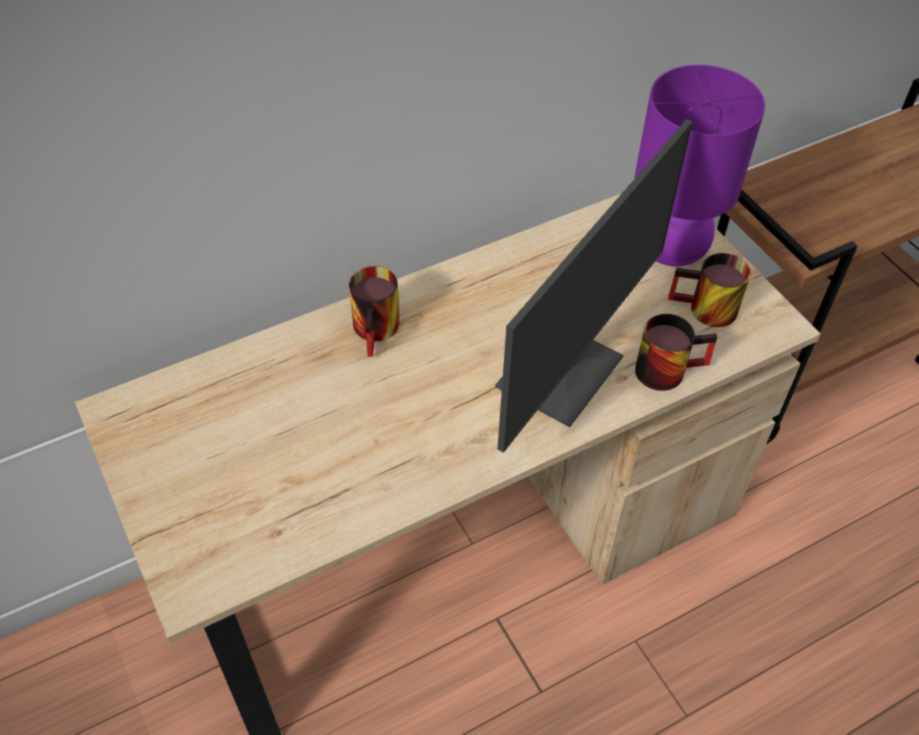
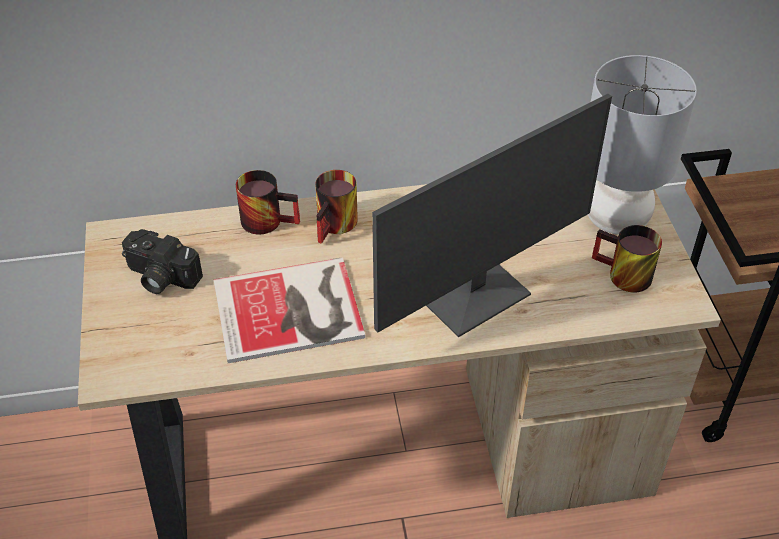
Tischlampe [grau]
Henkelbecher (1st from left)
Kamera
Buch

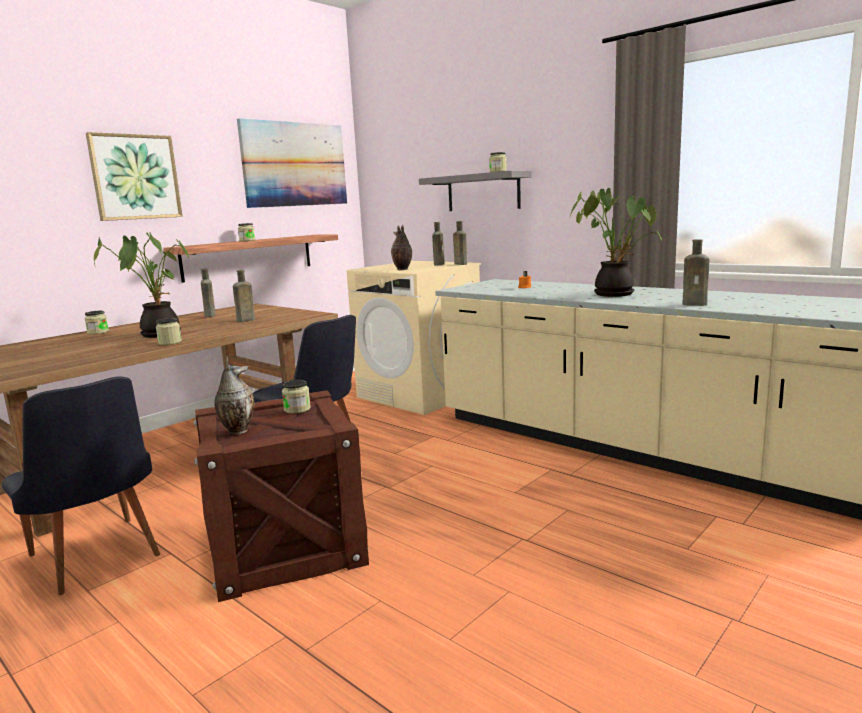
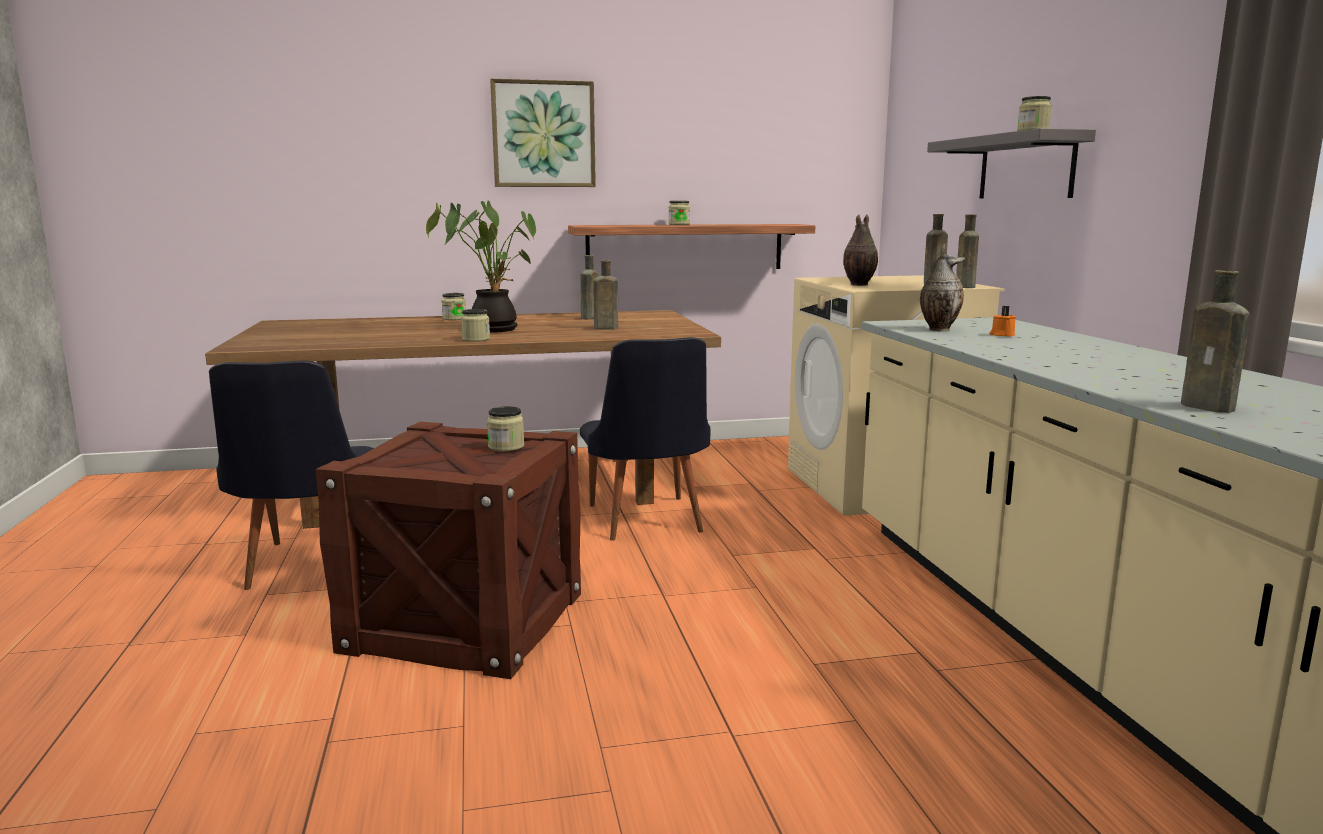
Bild (2nd from left in the first image)
Topfpflanze (2nd from left in the first image)
Vase (2nd from left)

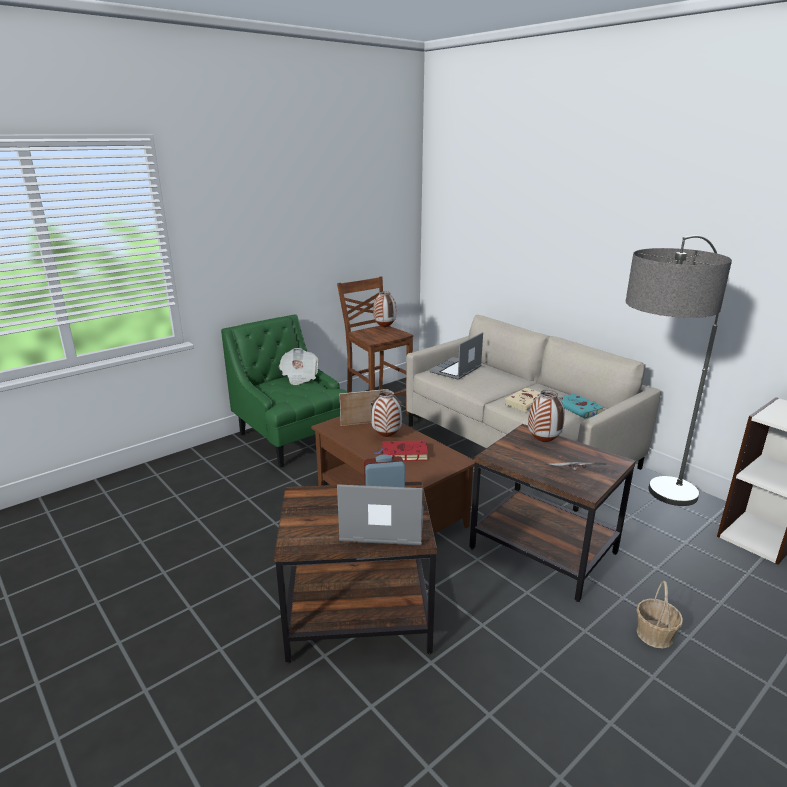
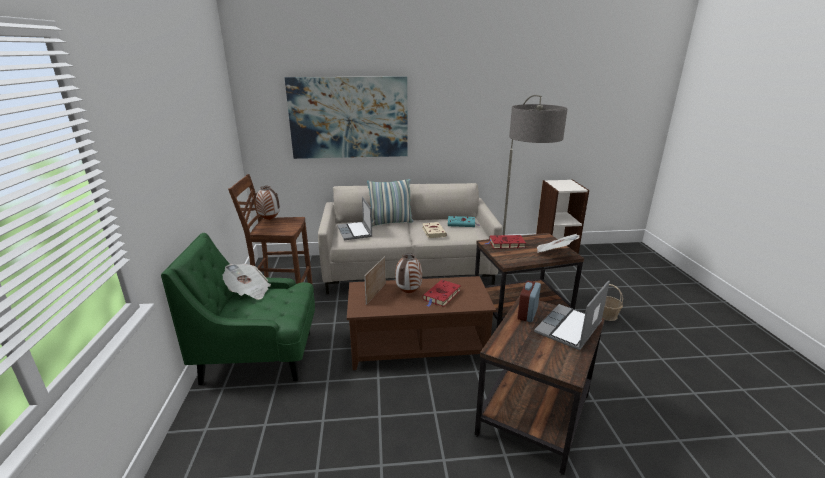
Buch [rot] (2nd from left)
Bild
Kissen

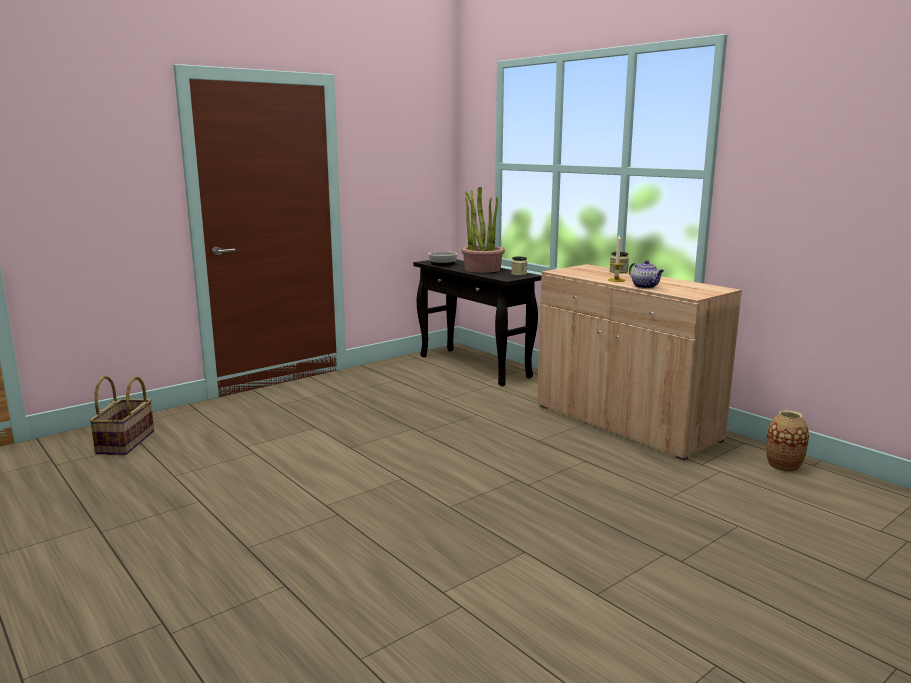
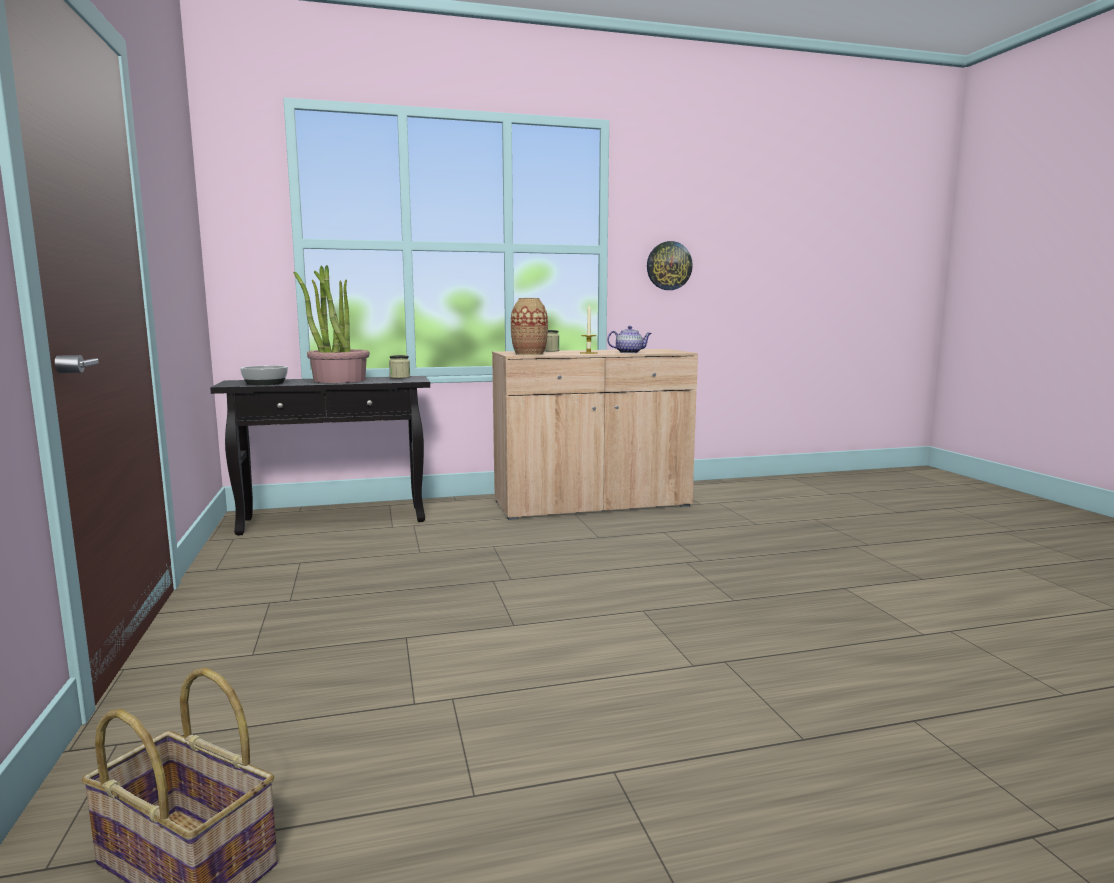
Vase
Wanduhr

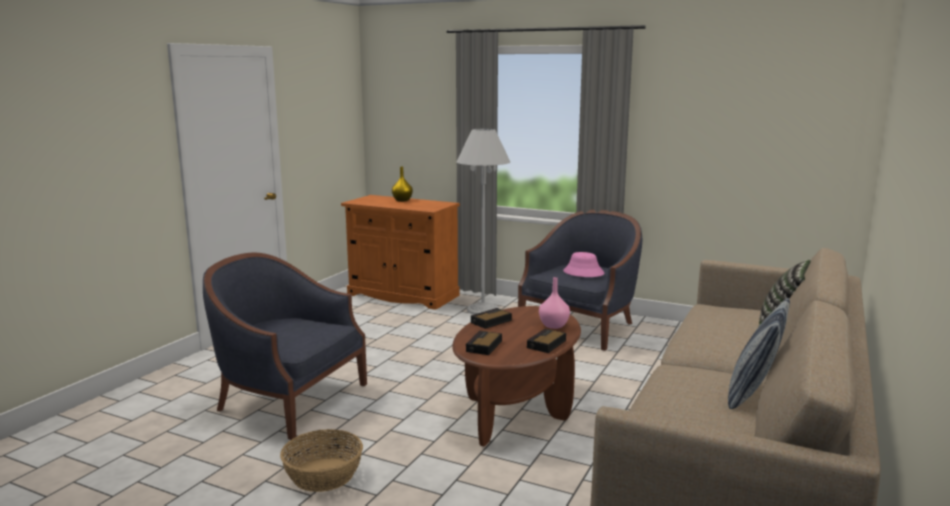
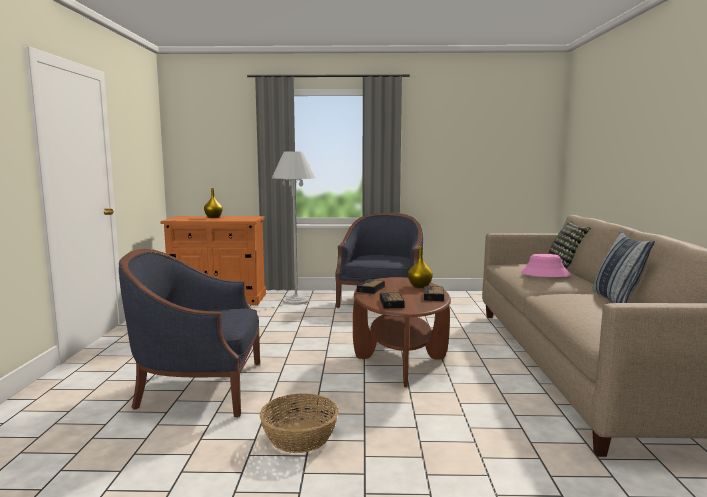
Hut [rosa]
Vase [gelb] (2nd from left)

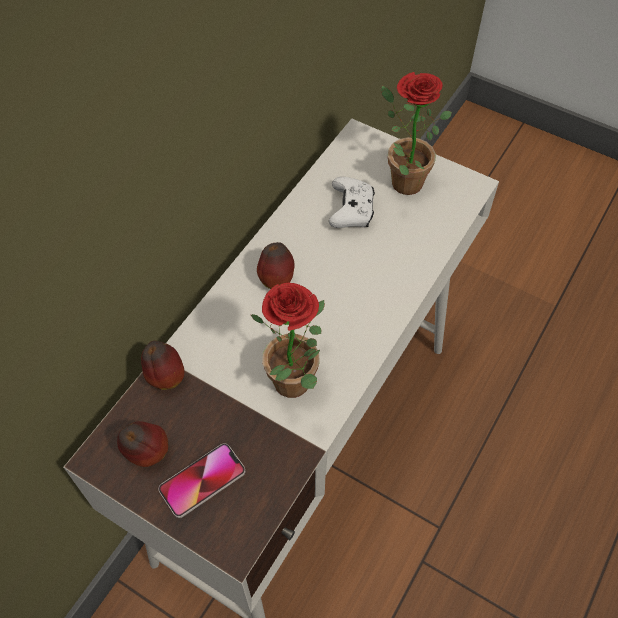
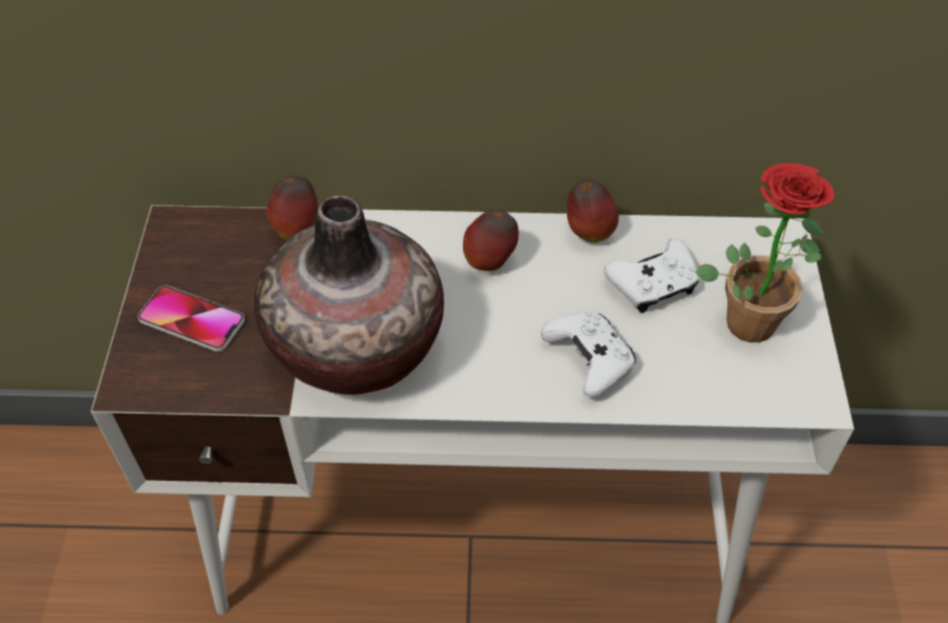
Vase
Apfel (3rd from left)
Gamepad [weiß] (1st from left)

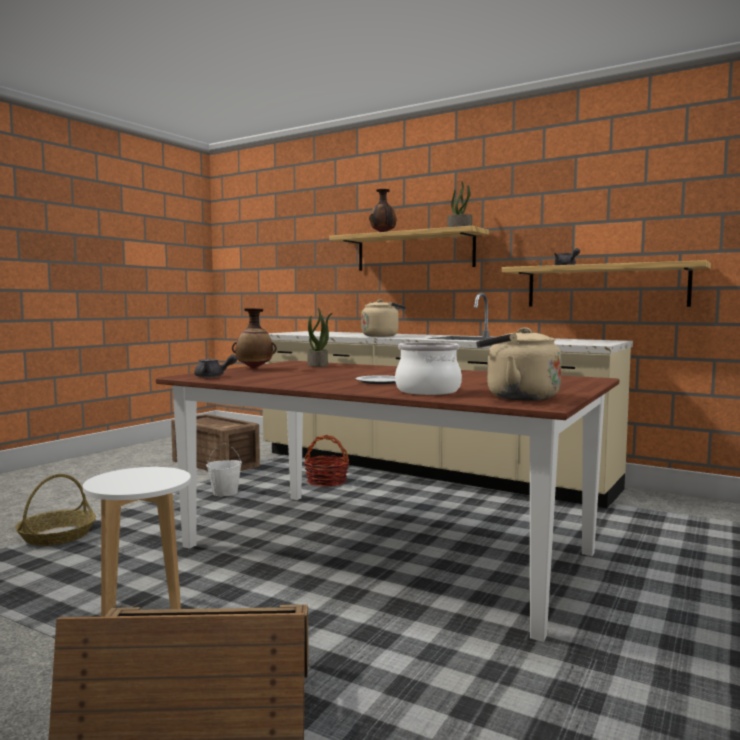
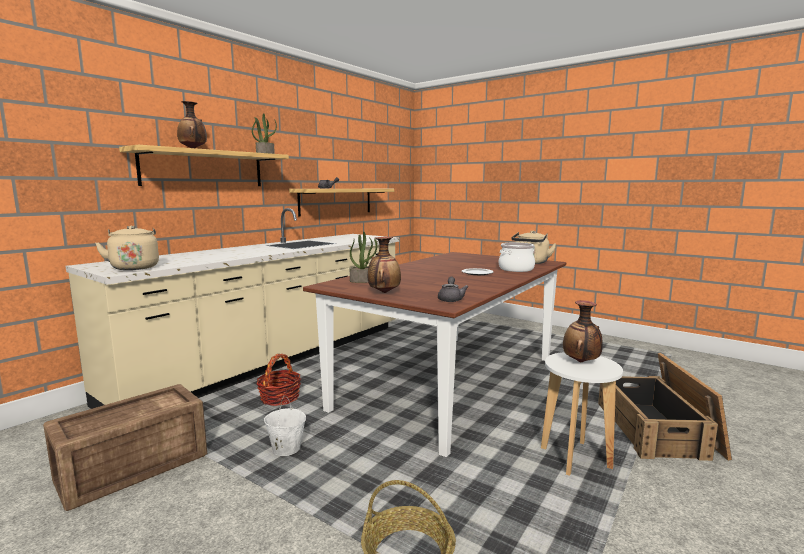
Wasserkessel [beige] (1st from left)
Vase (3rd from left)

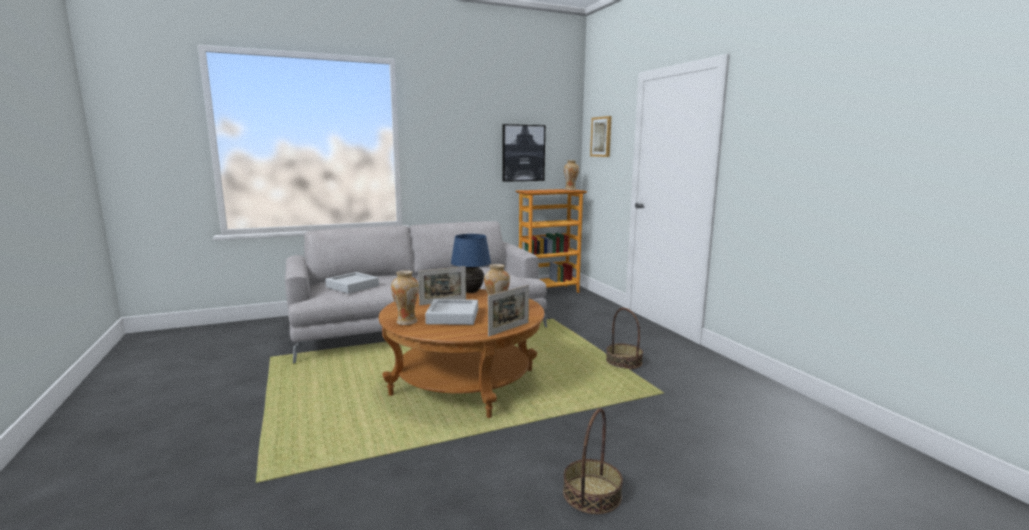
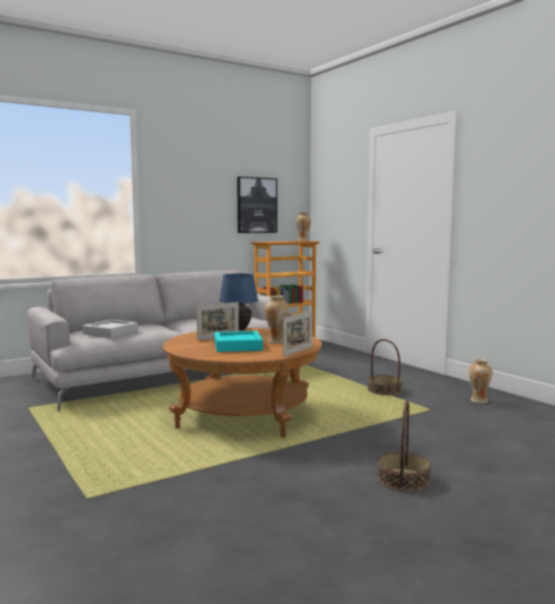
Bild (2nd from left in the first image)
Vase (3rd from left)
Tablett [türkis]

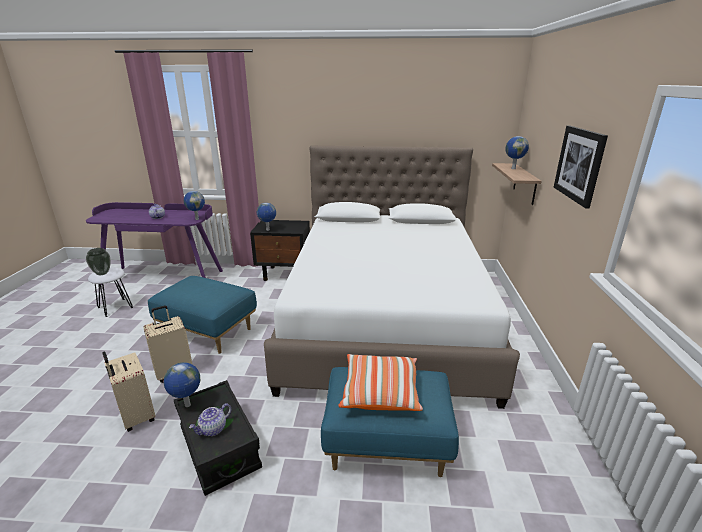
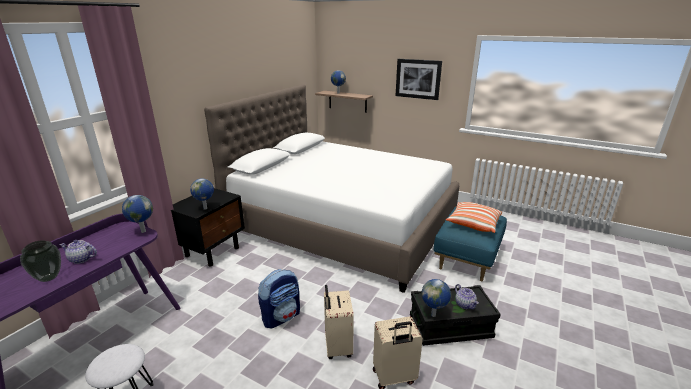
Vase
Rucksack

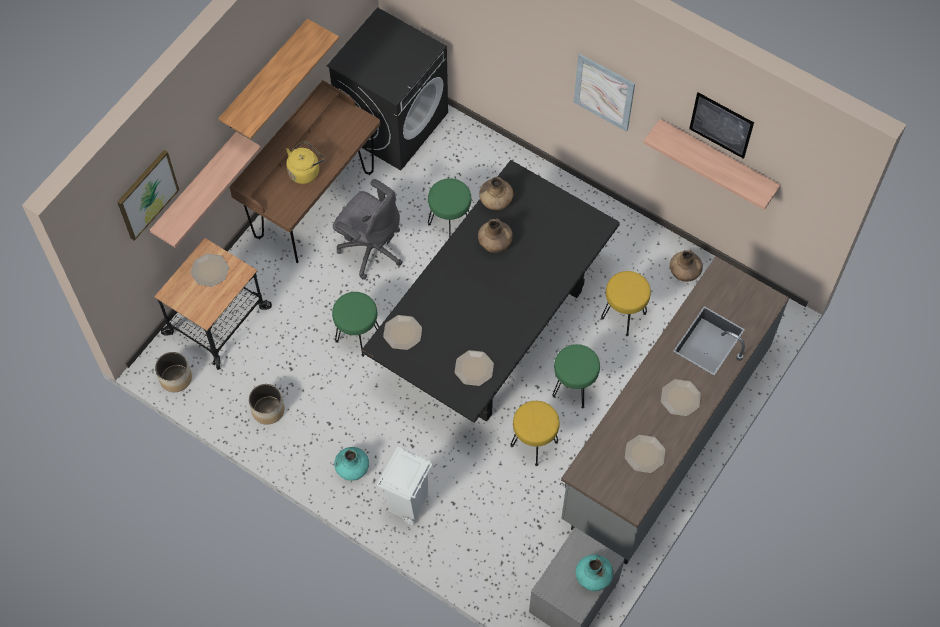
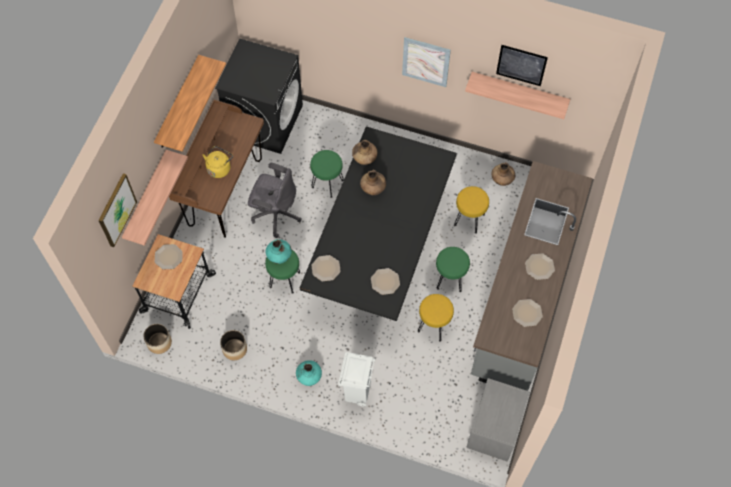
Vase [türkis] (1st from left)

